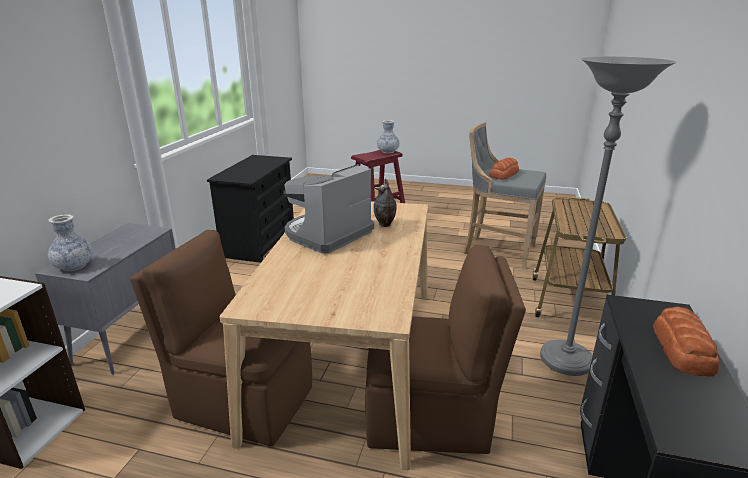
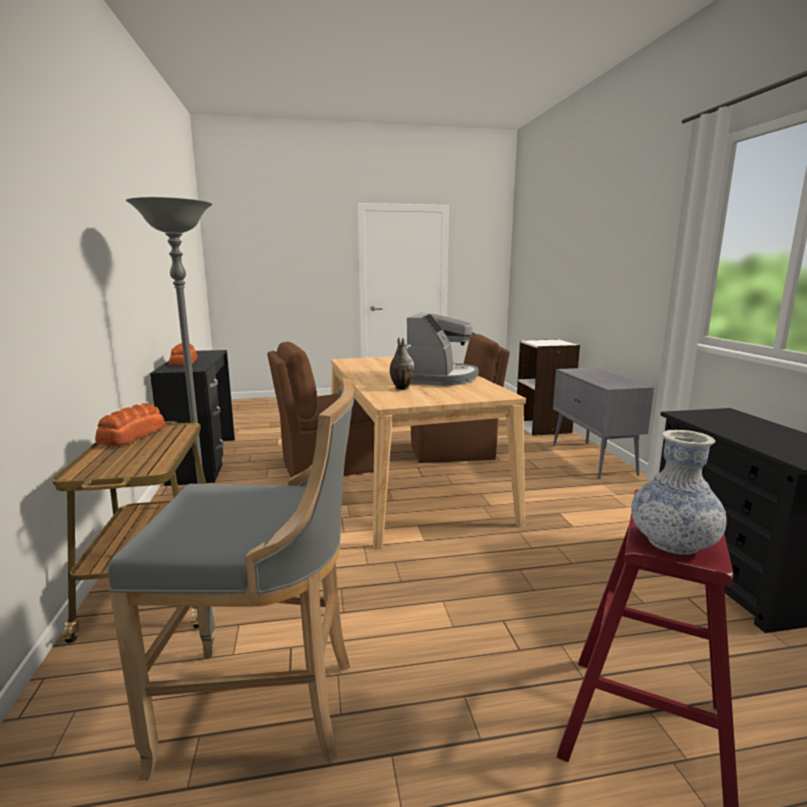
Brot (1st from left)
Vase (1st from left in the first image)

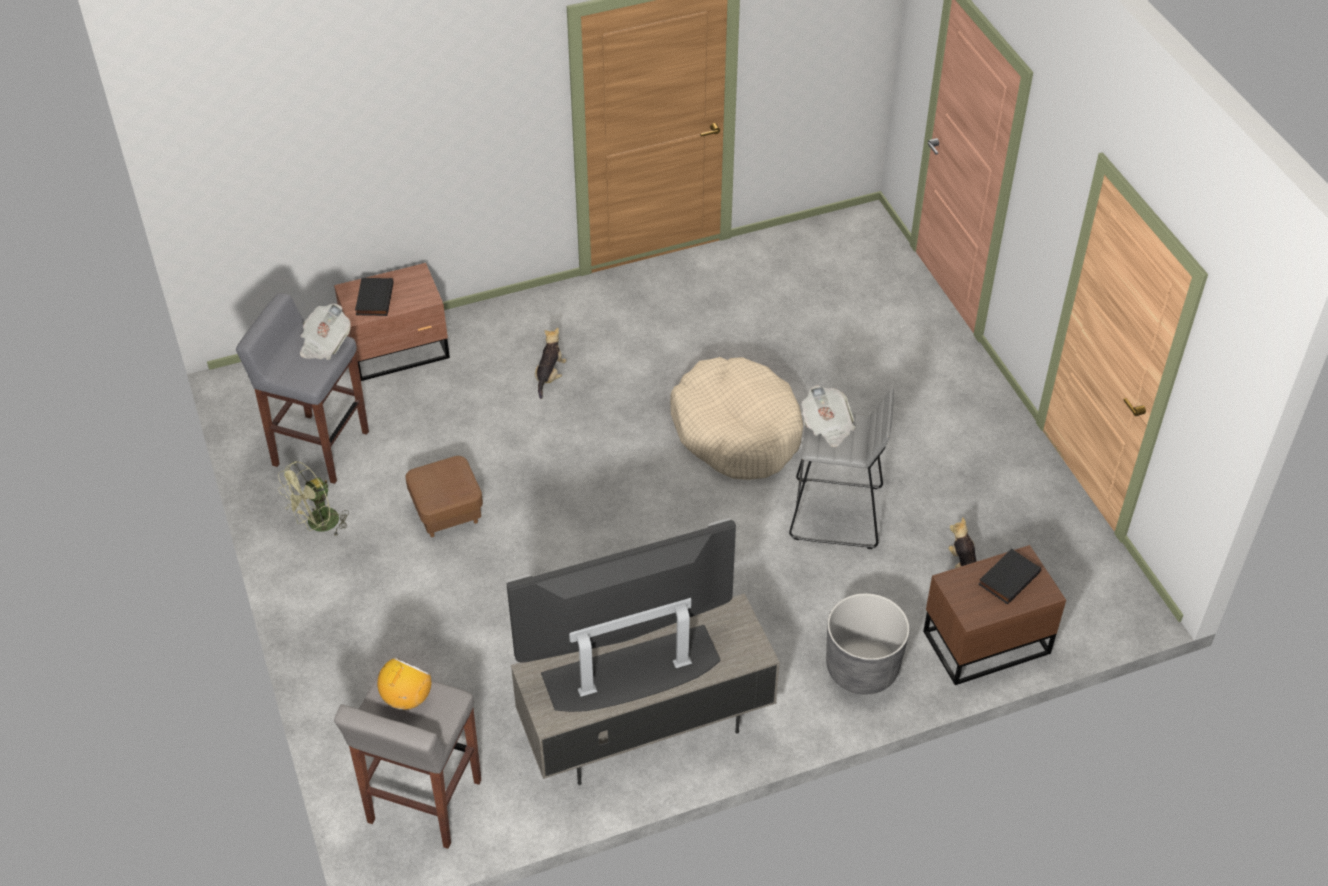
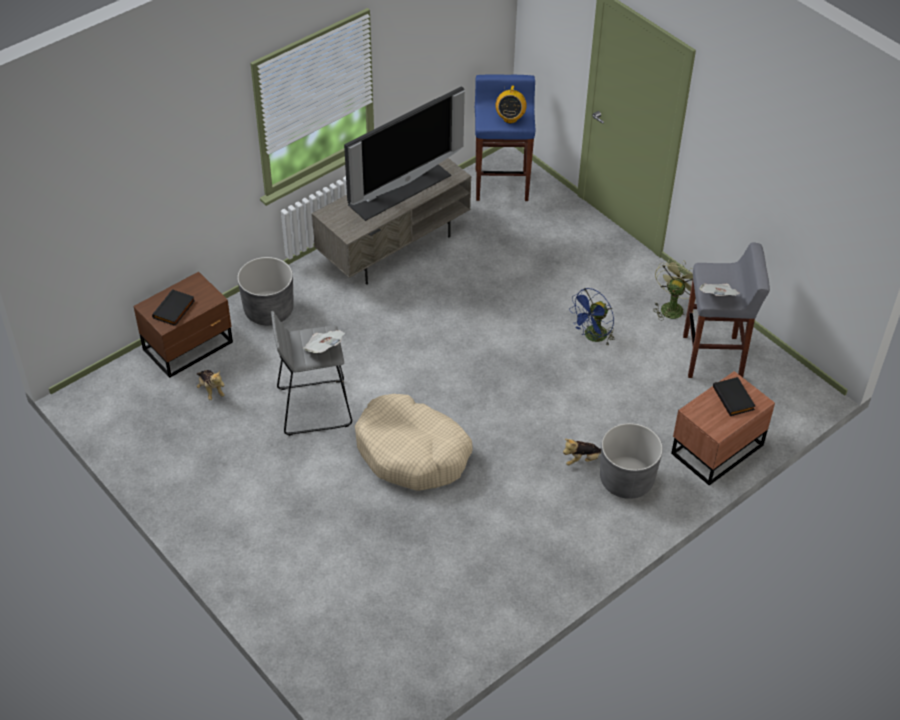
Plüschtier (2nd from left)
Ventilator [blau]
Hocker [blau]
Pflanzkübel [grau] (2nd from left)

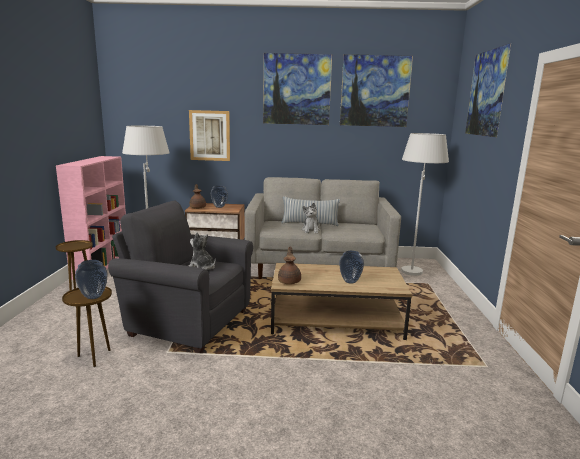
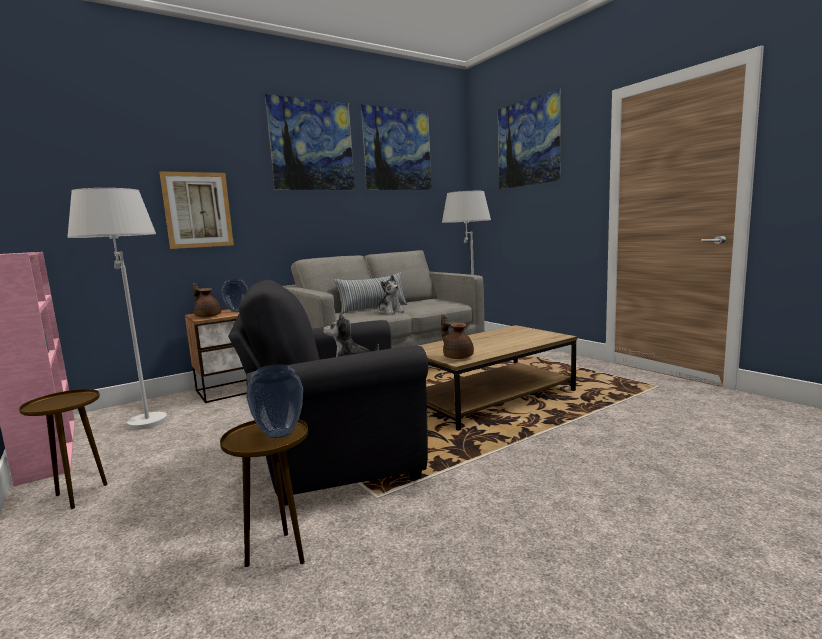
Vase (3rd from left in the first image)

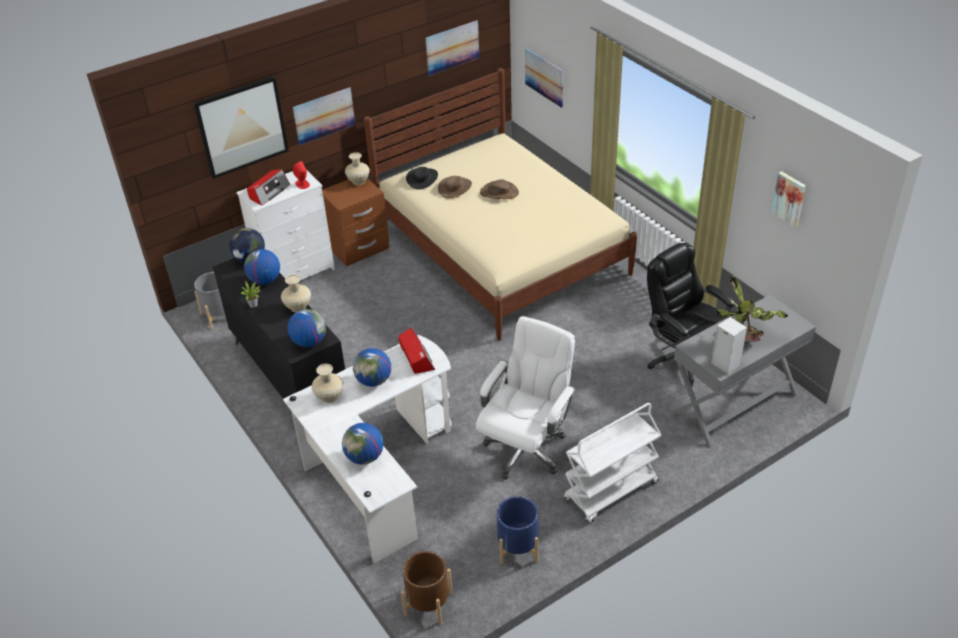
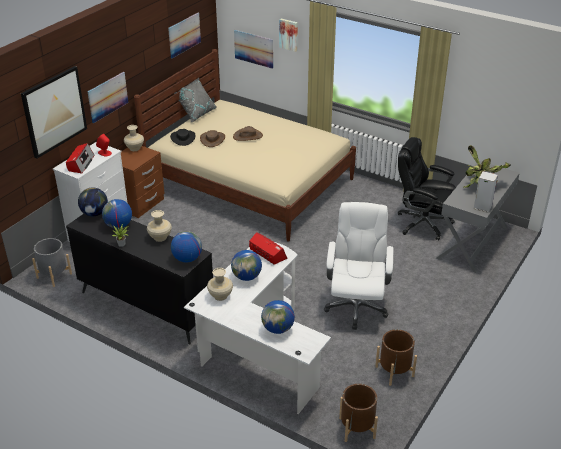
Bild (5th from left)
Rollwagen [weiß]
Pflanzkübel [braun] (2nd from left)
Kissen [grau]

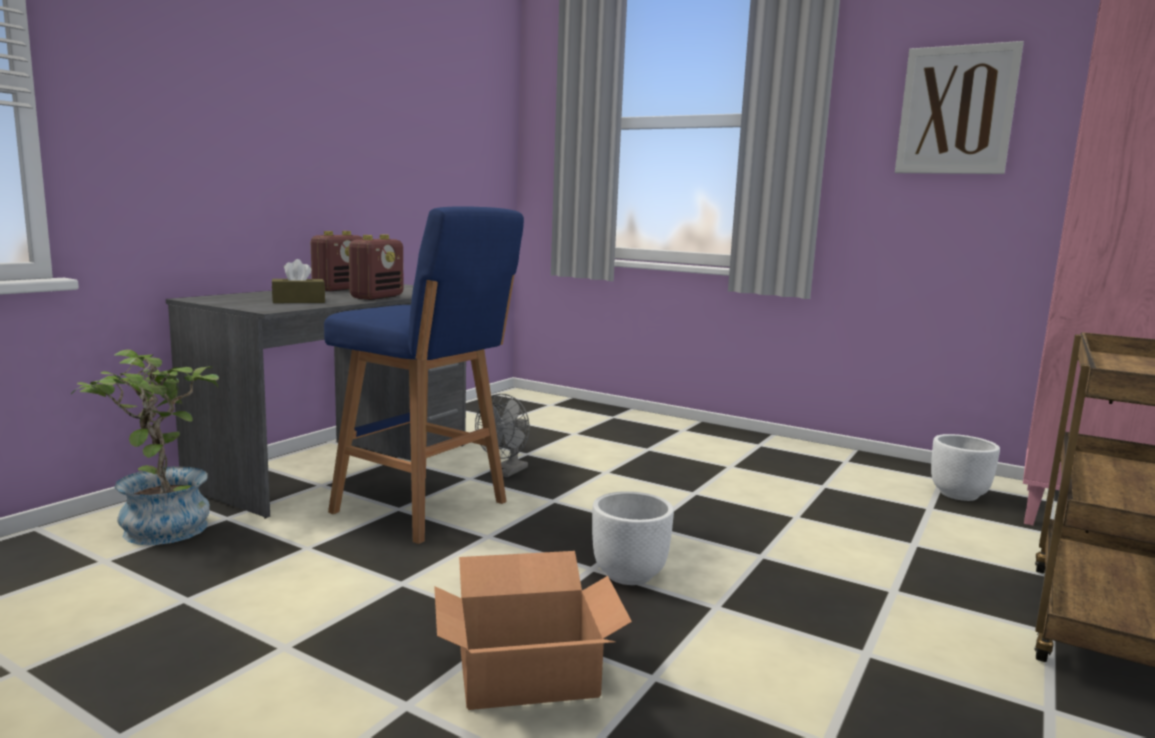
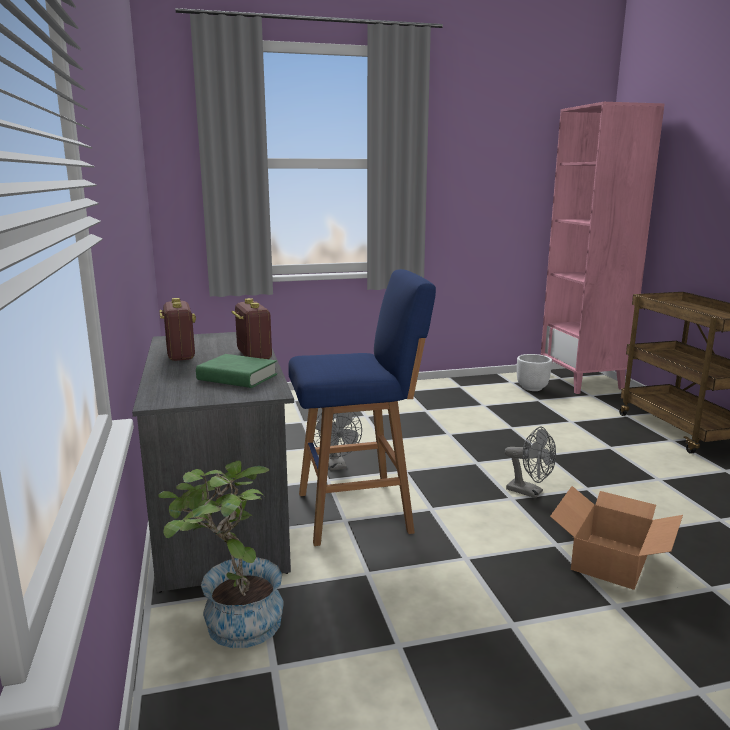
Bild
Buch [grün]
Ventilator [grau] (2nd from left)

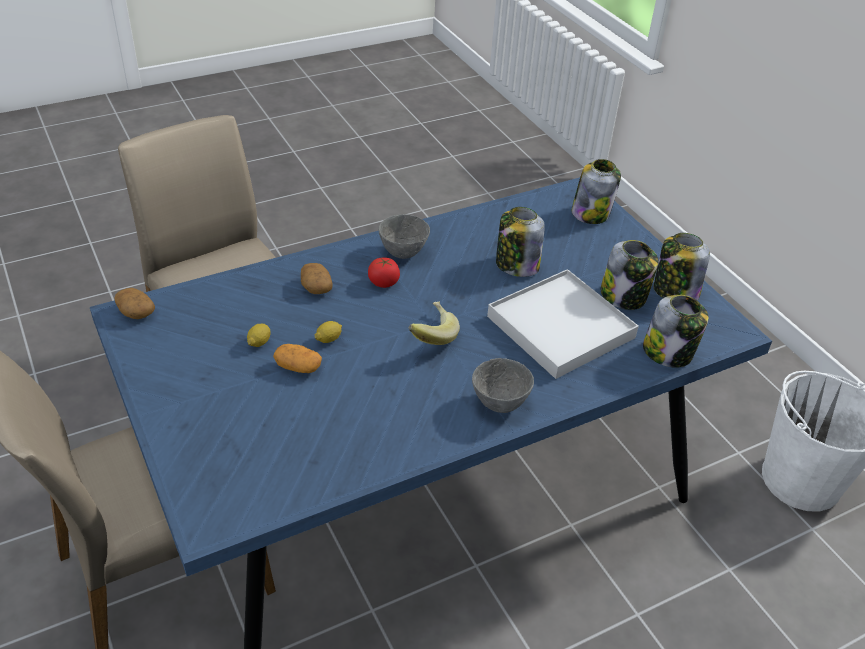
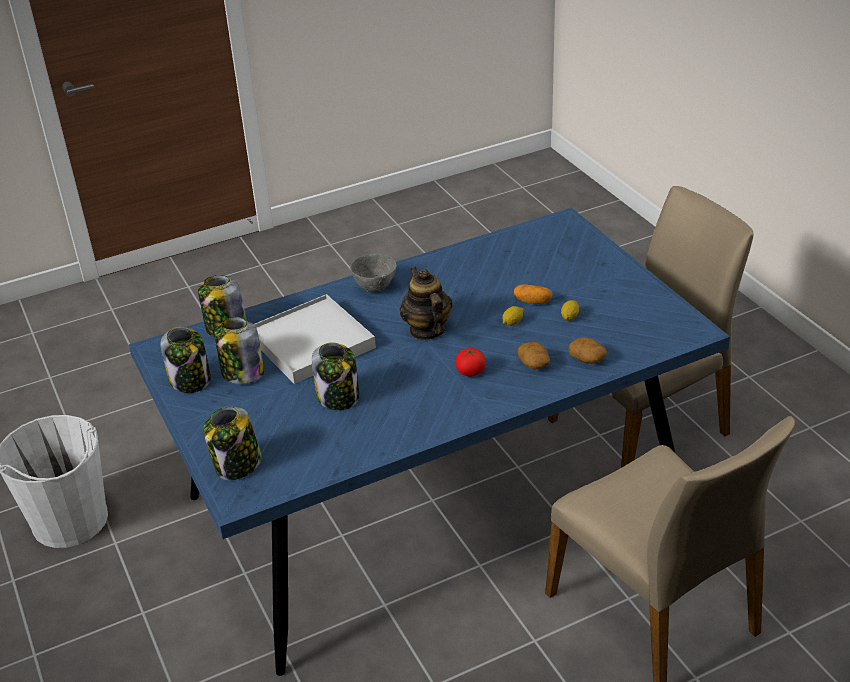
Schüssel [grau] (1st from left in the first image)
Kartoffel (3rd from left)
Teekanne

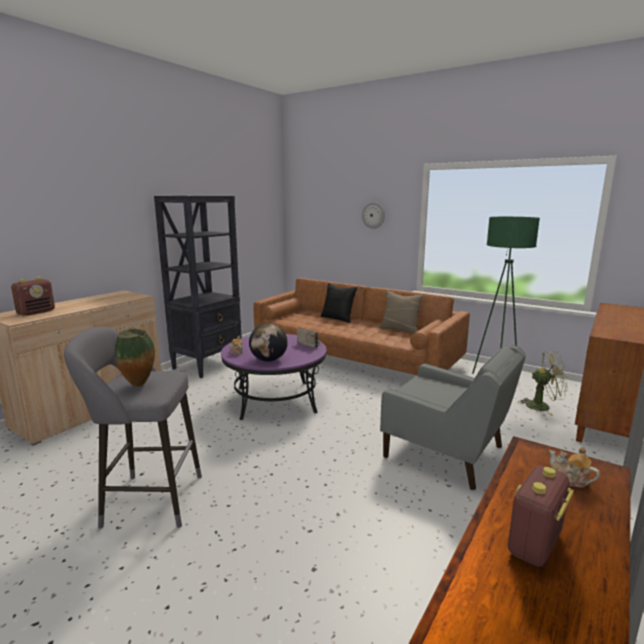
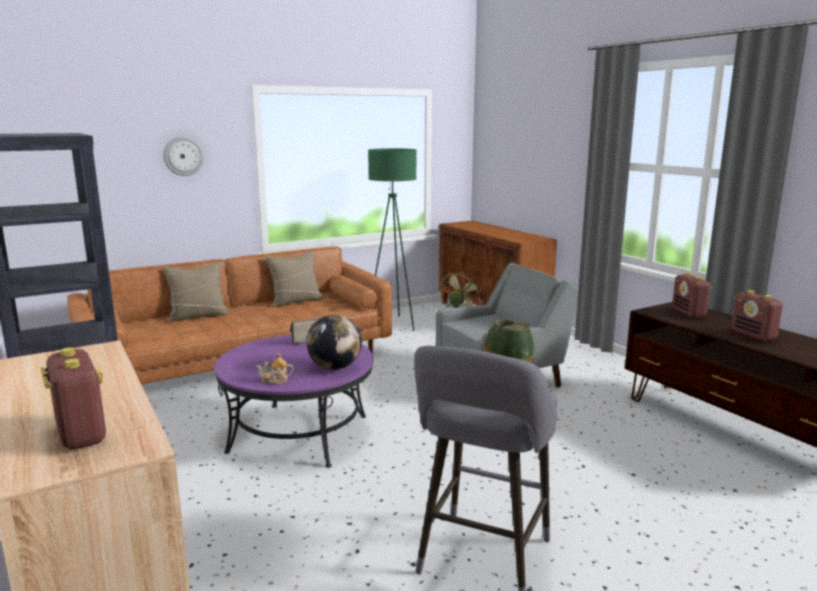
Kissen [beige] (1st from left)
Radio (3rd from left)

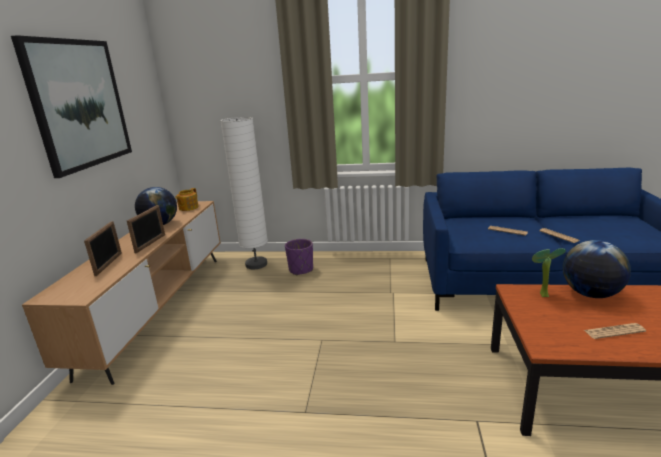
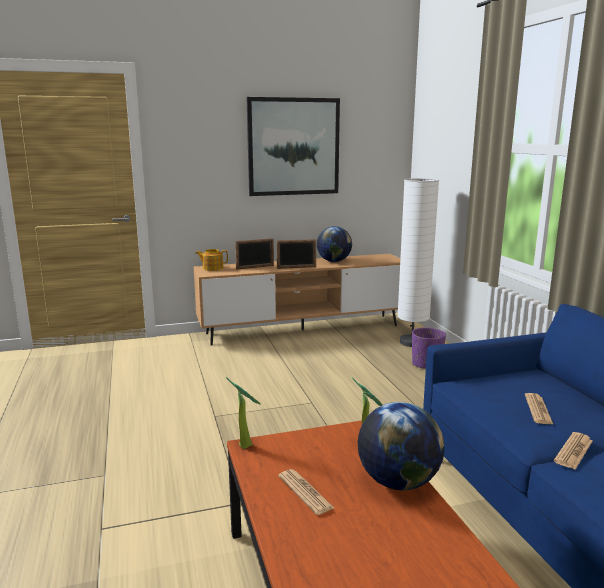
Teekanne
Topfpflanze (1st from left)

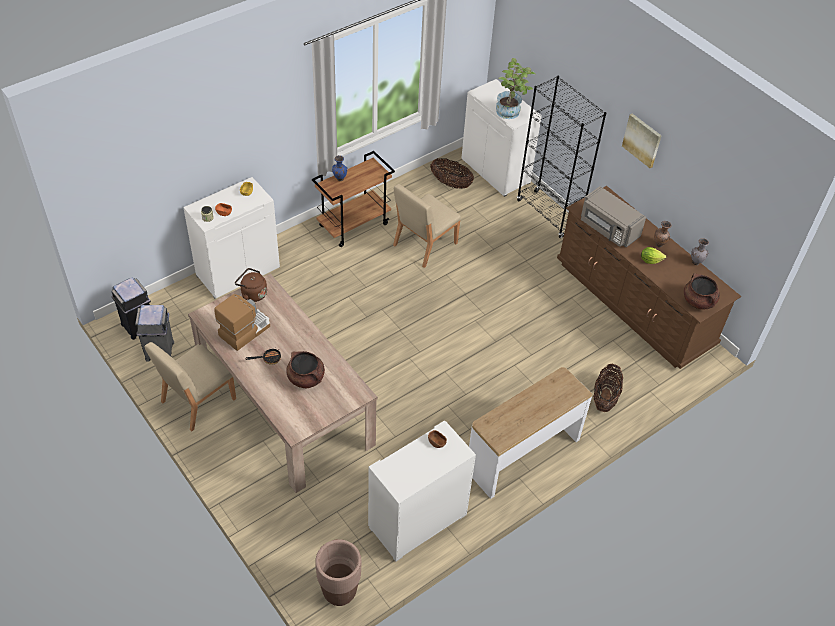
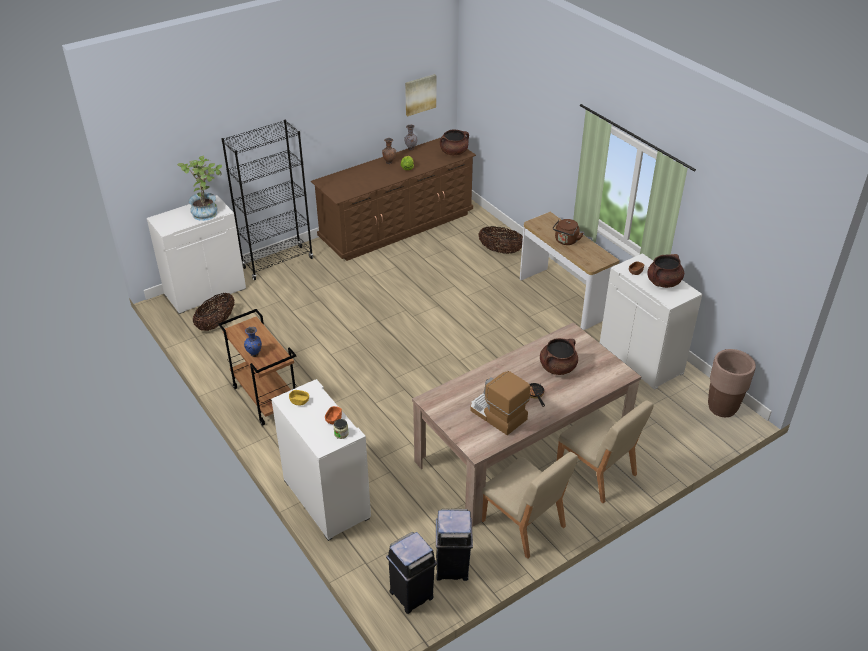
Bild
Stuhl [beige] (2nd from left)
Mikrowelle [grau]
Wasserkessel [braun]
Kochtopf [braun] (3rd from left)

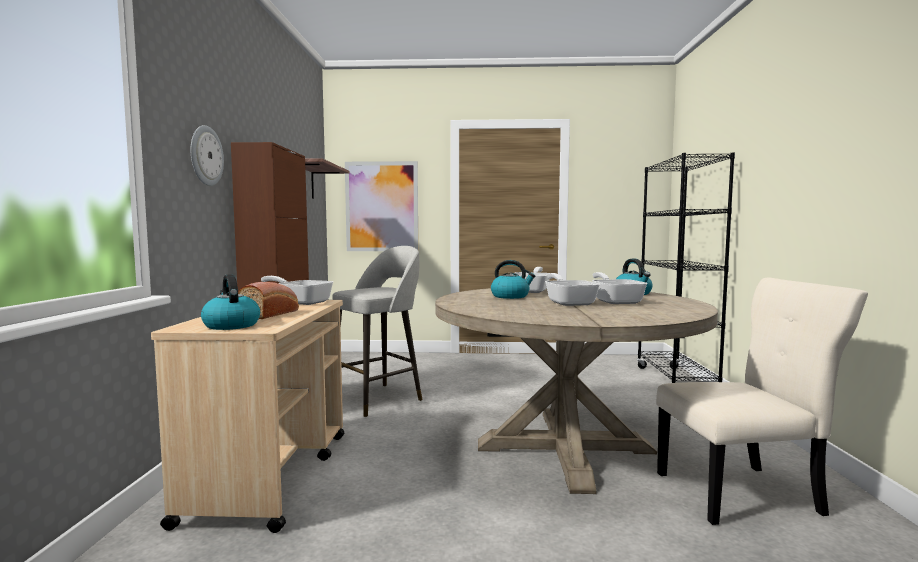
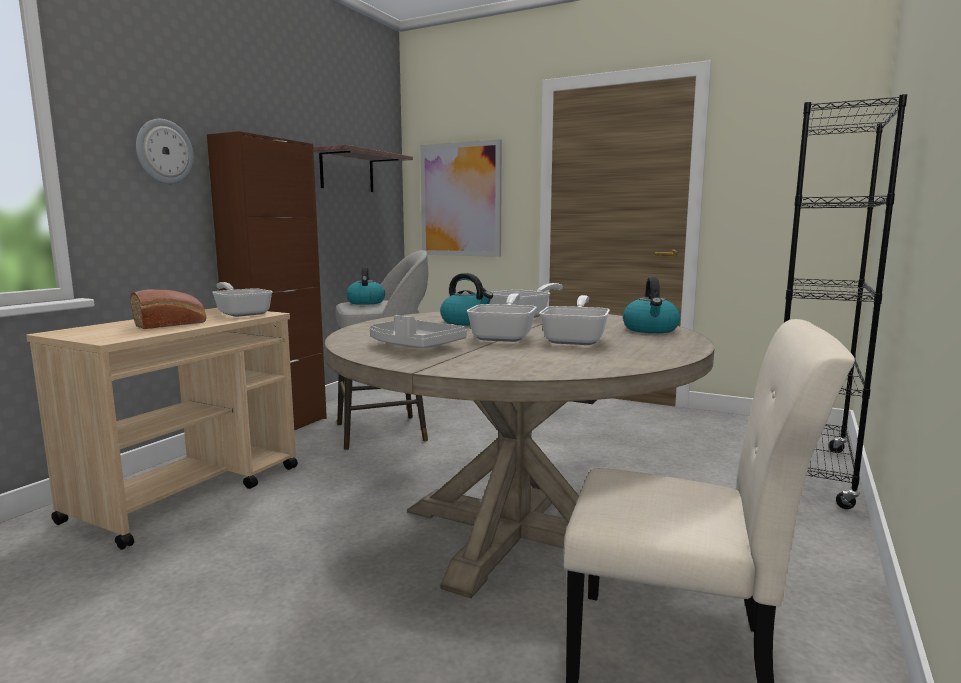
Wasserkessel (1st from left)
Tablett [grau]

